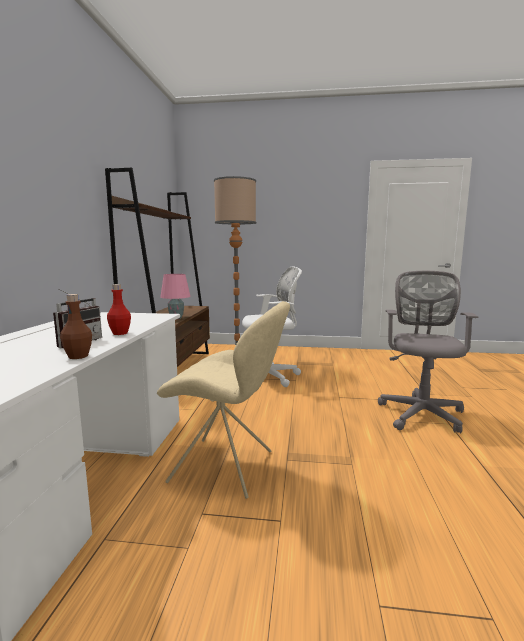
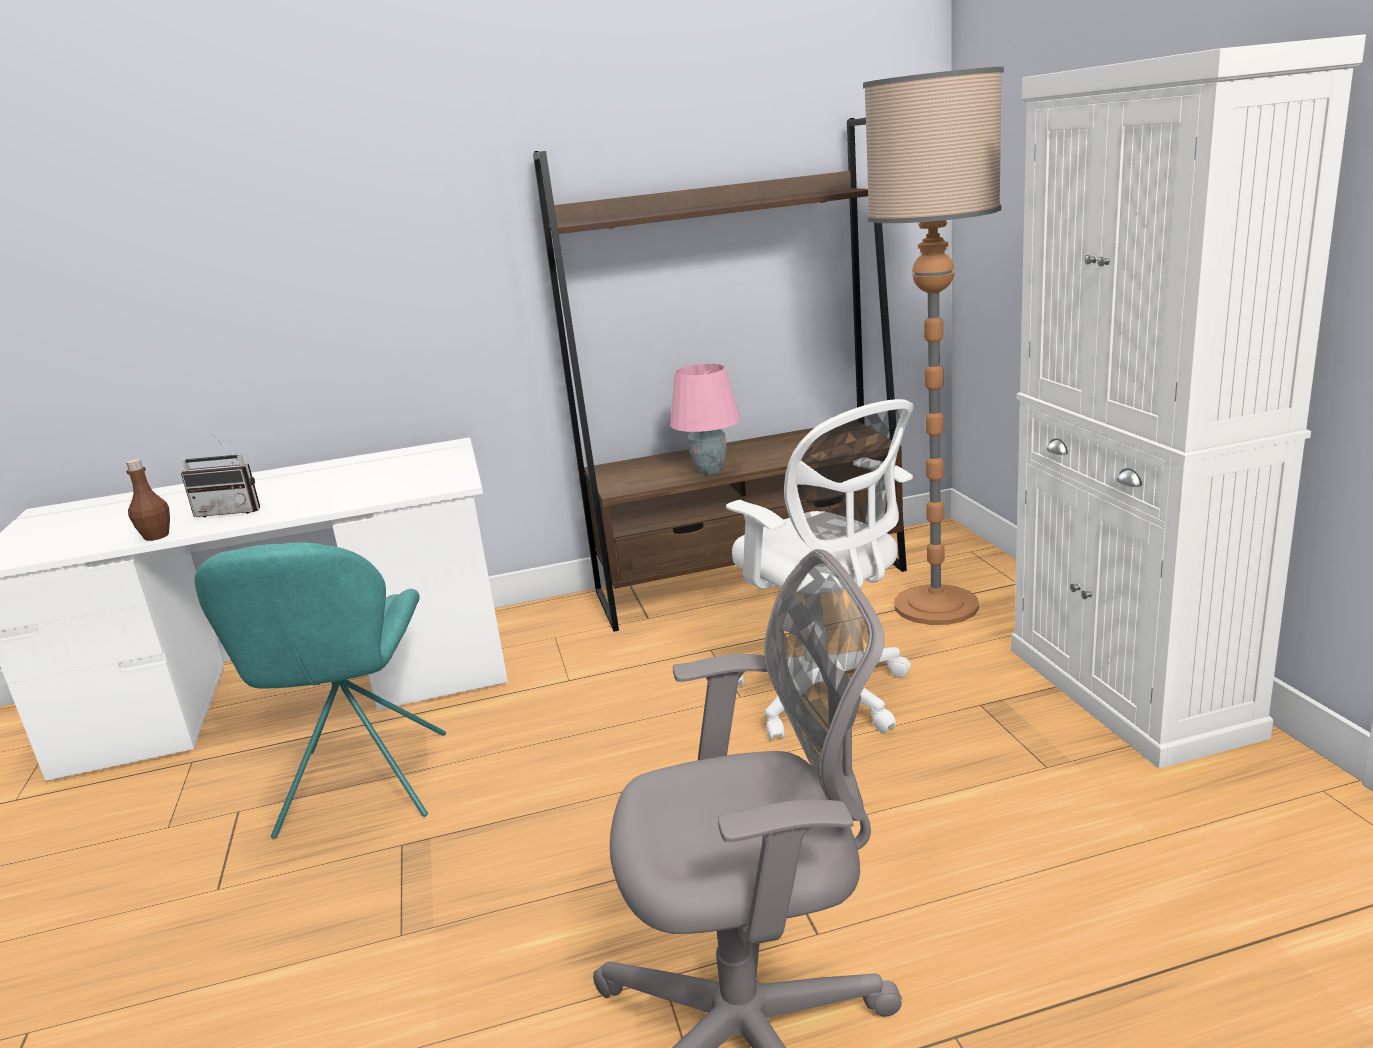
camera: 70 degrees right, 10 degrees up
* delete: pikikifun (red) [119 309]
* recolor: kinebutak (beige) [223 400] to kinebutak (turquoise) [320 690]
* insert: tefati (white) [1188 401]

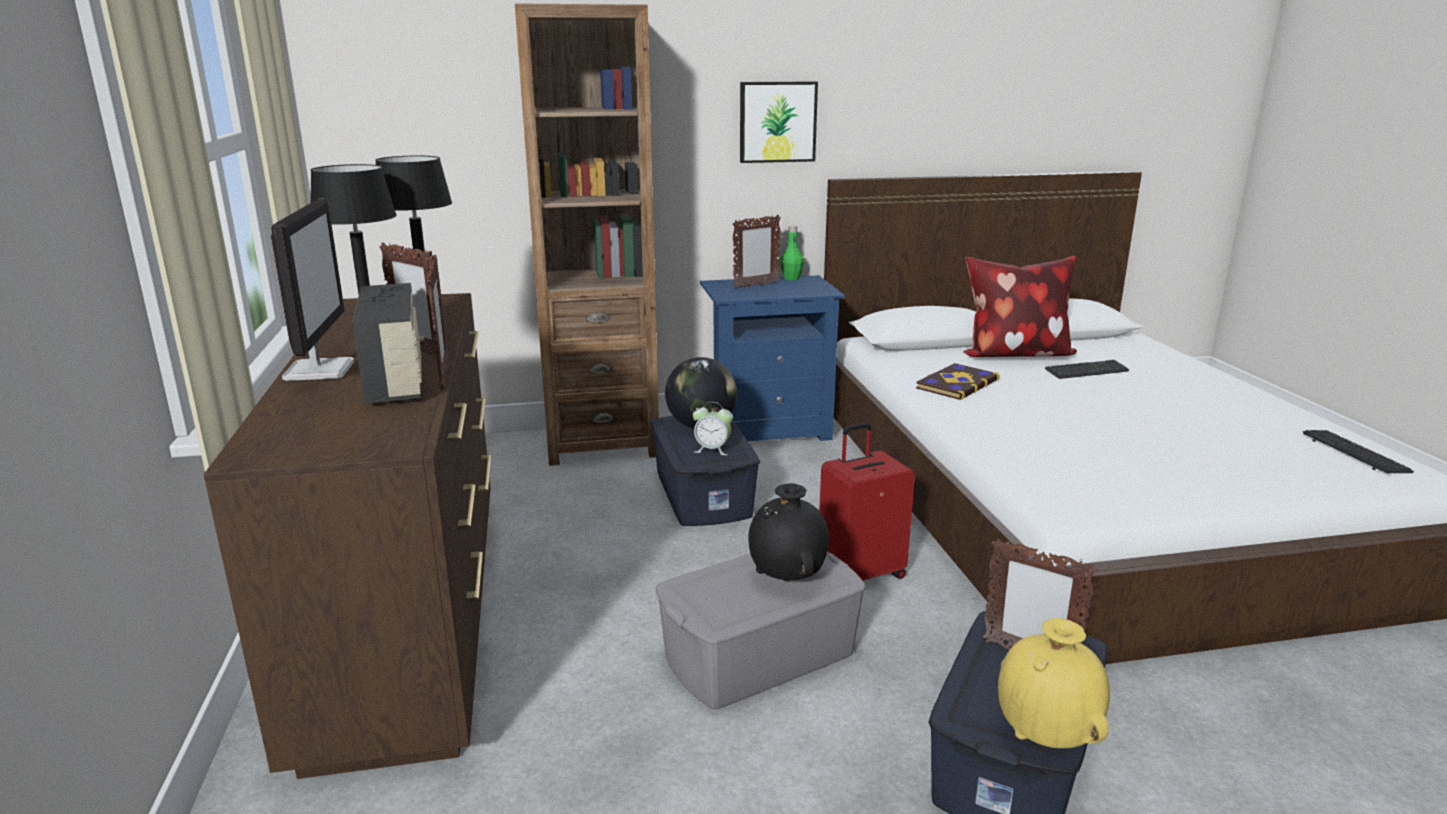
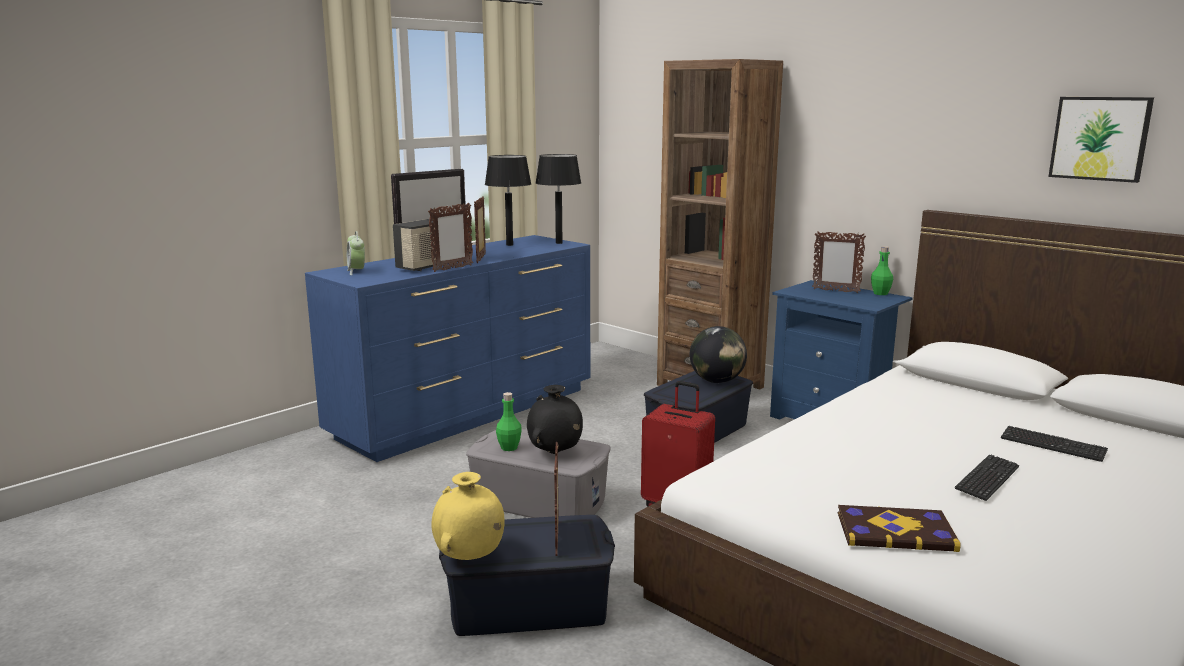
camera: 55 degrees right, 5 degrees down
* recolor: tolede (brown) [347 536] to tolede (blue) [447 348]
* move: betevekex [713 428] to [356 253]
* move: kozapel [779 122] to [1101 140]
* move: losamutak [958 381] to [899 528]
* delete: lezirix [1020 306]
* move: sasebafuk [1358 451] to [987 478]
* insert: pikikifun (green) [509 421]

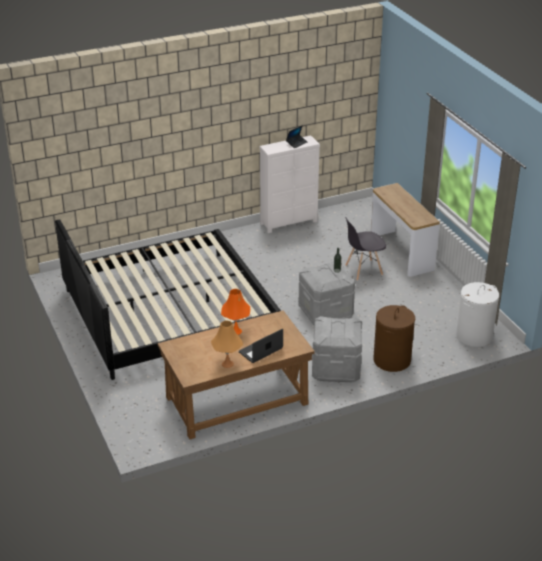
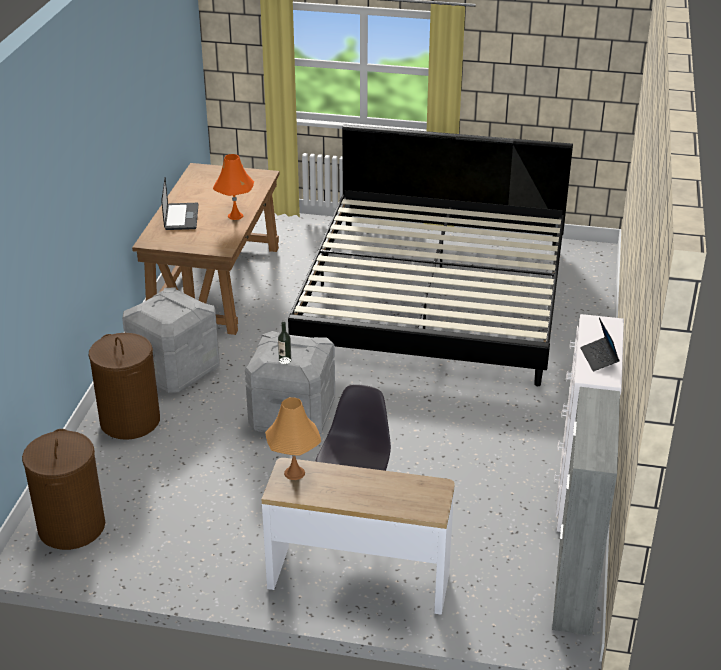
camera: 125 degrees right, 0 degrees up
* move: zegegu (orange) [227 344] to [293 438]
* recolor: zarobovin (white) [477 314] to zarobovin (brown) [63 489]
* insert: tefati (grey) [586 511]

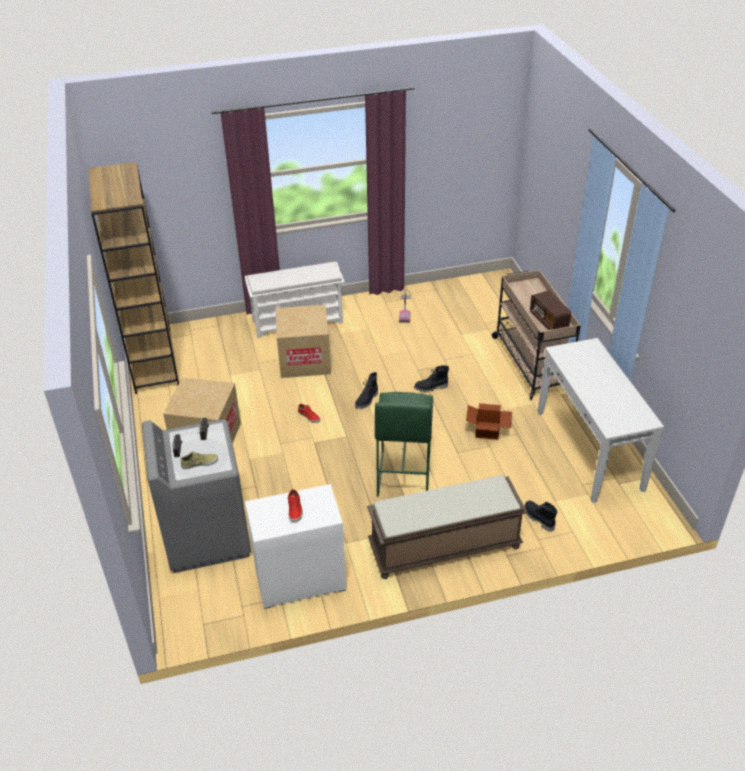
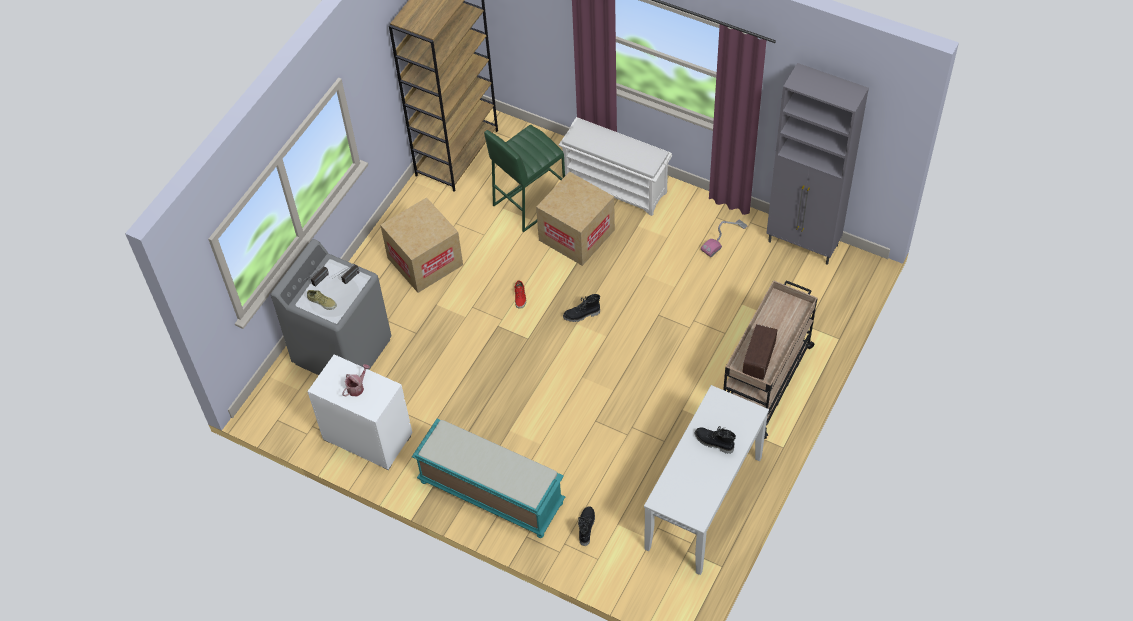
camera: 45 degrees right, 15 degrees up
* replace: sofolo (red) [295 505] to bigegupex [356 380]
* recolor: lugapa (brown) [447 527] to lugapa (turquoise) [488 478]
* move: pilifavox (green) [404 444] to [524 178]
* move: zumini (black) [431 378] to [715 440]
* delete: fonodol [489 421]
* insert: tefati (grey) [817 164]

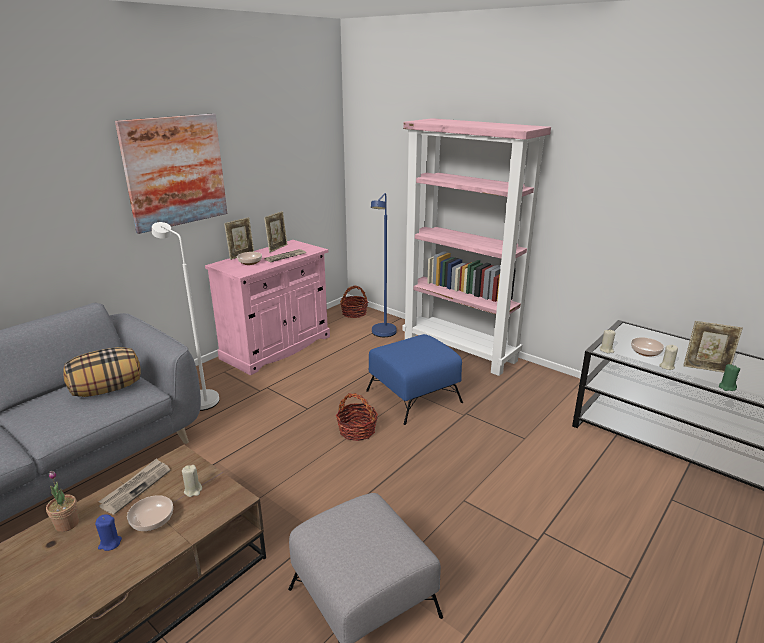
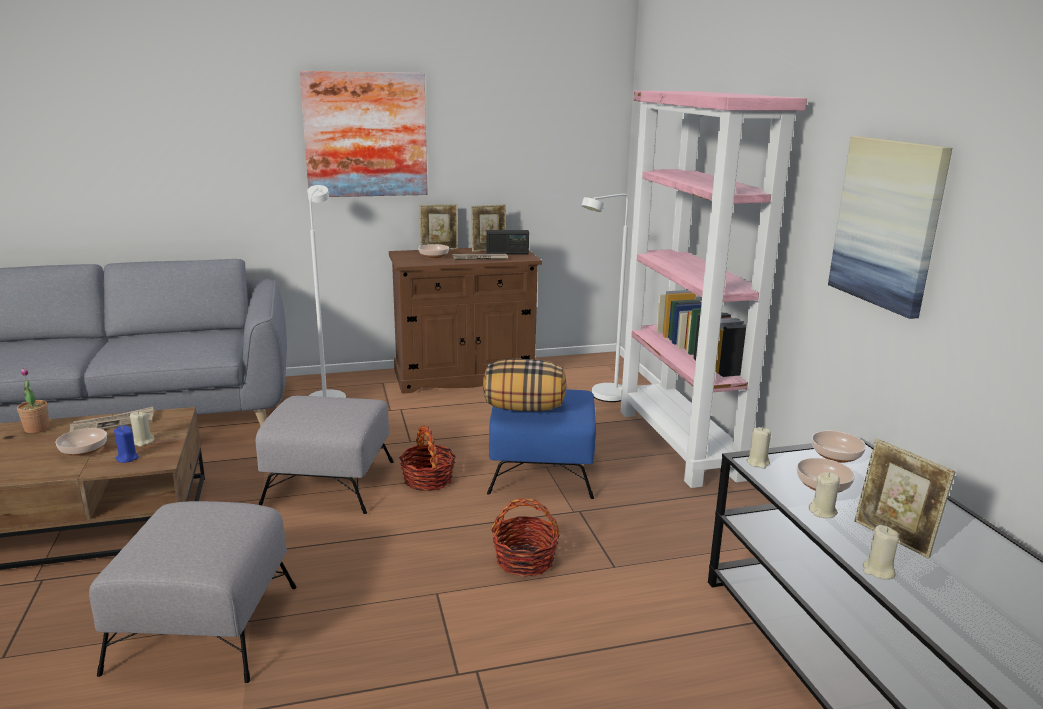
camera: 35 degrees right, 5 degrees down
* move: lezirix [101 372] to [525 385]
* move: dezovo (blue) [108 532] to [126 444]
* recolor: tefati (pink) [267 307] to tefati (brown) [465 321]
* move: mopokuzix [354 302] to [525 537]
* recolor: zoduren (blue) [384 265] to zoduren (white) [604 298]
* recolor: dezovo (green) [729 377] to dezovo (beige) [880 552]
* insert: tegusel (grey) [325 455]
* insert: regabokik [507 242]
* insert: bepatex [839 447]
* insert: kozapel [890 227]

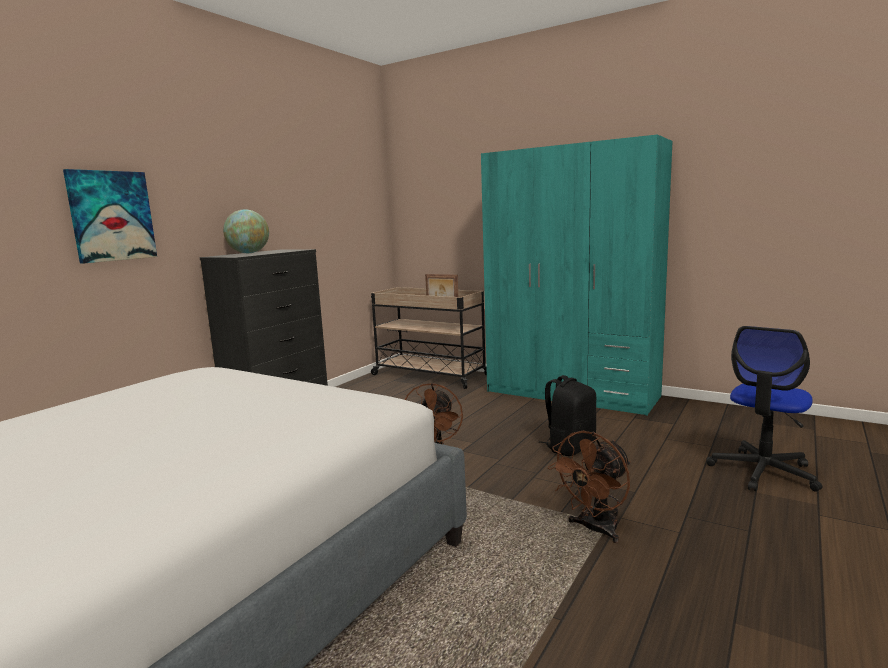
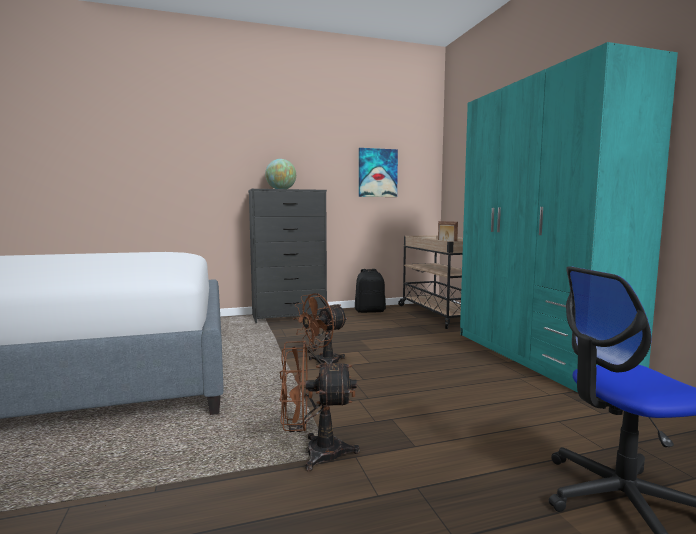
camera: 40 degrees right, 5 degrees down
* move: kozapel [110 216] to [378 172]
* move: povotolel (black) [567 415] to [370 291]

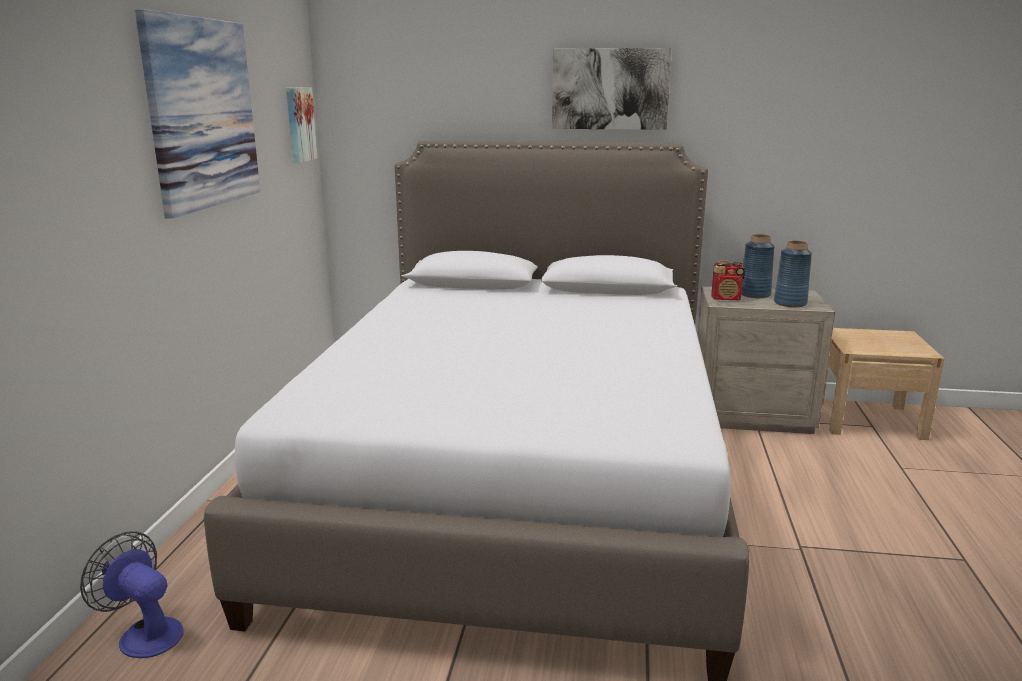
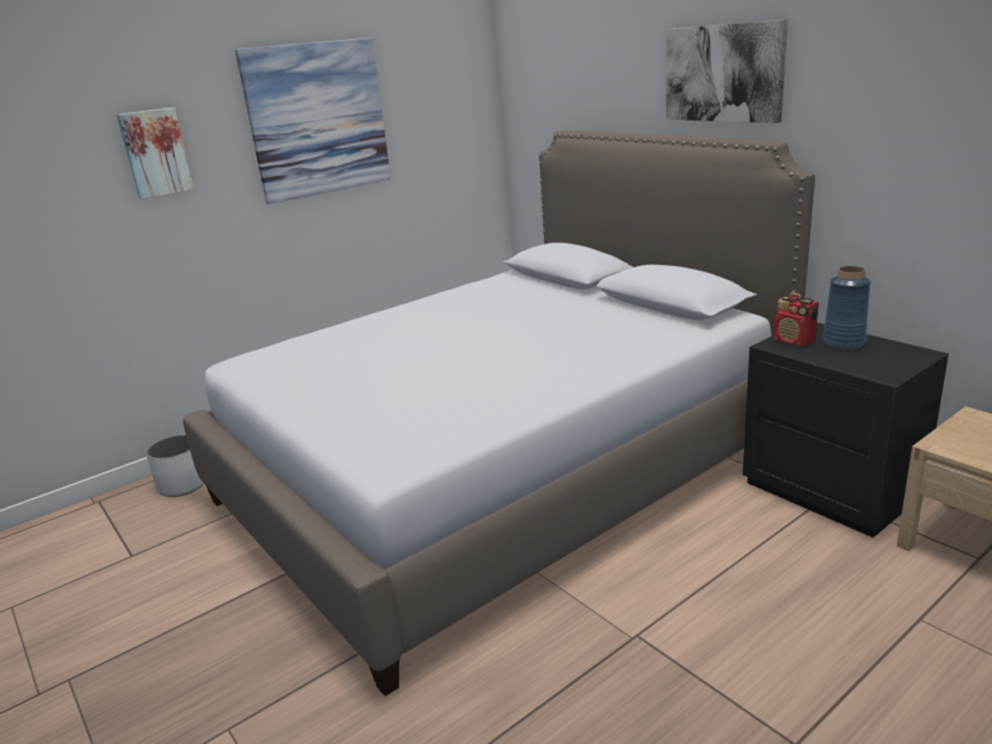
camera: 45 degrees right, 5 degrees up
* replace: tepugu [131 594] to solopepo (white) [175 466]
* move: kozapel [302 125] to [155 153]
* recolor: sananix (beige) [766 360] to sananix (black) [846 430]
* delete: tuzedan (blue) [793 274]

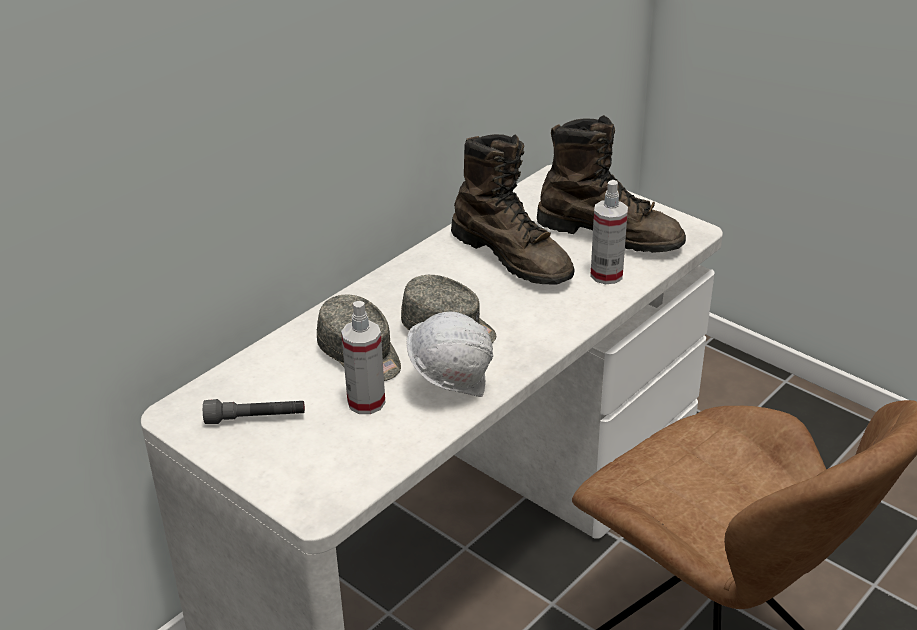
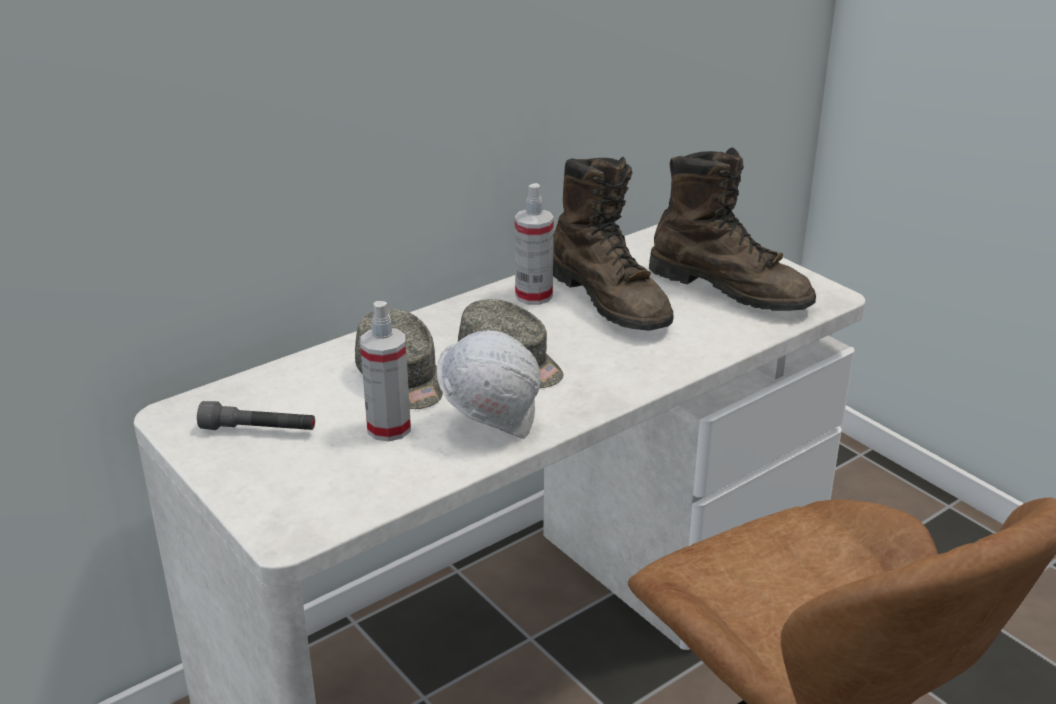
camera: 10 degrees right, 5 degrees down
* move: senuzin [609 232] to [534 244]

